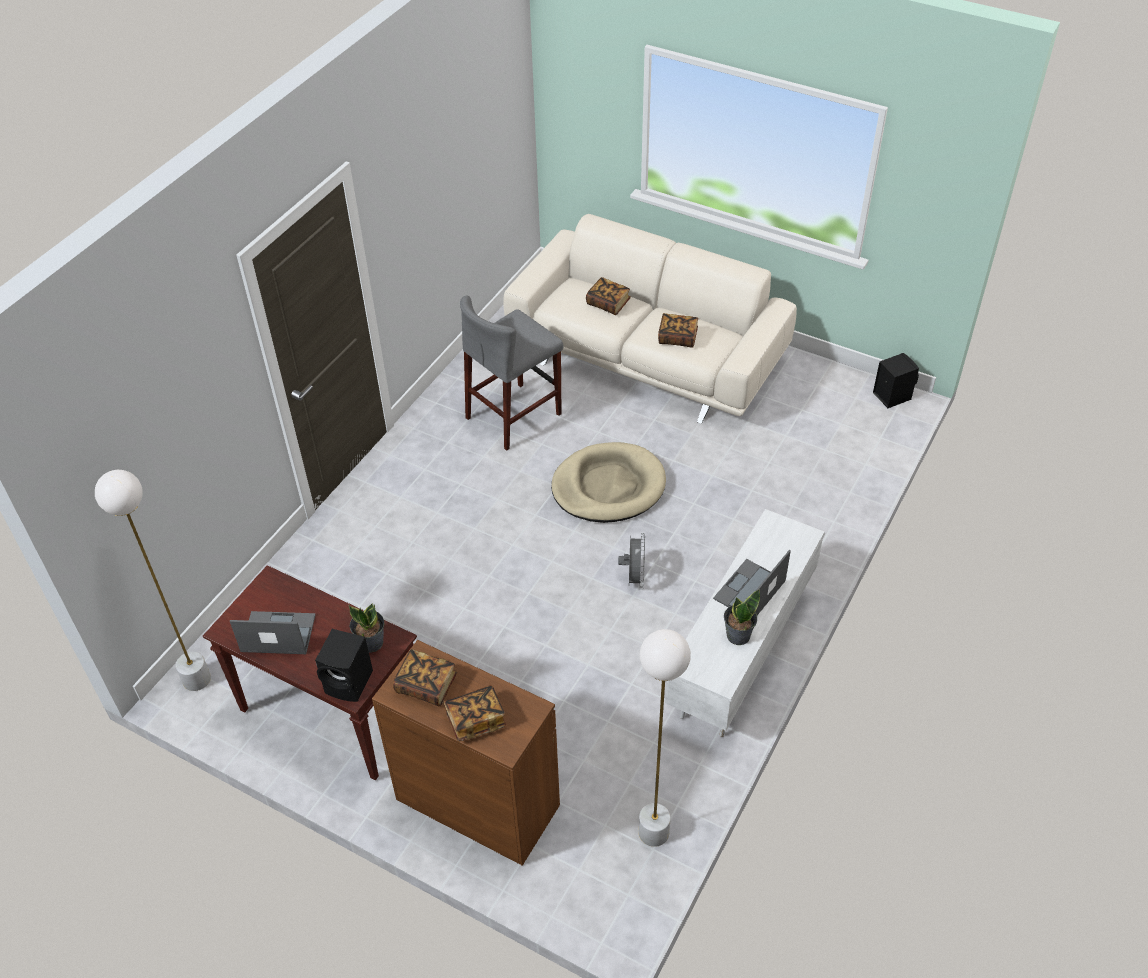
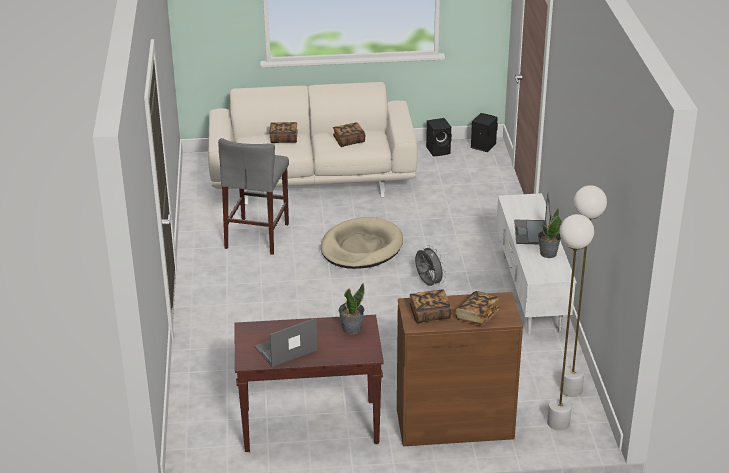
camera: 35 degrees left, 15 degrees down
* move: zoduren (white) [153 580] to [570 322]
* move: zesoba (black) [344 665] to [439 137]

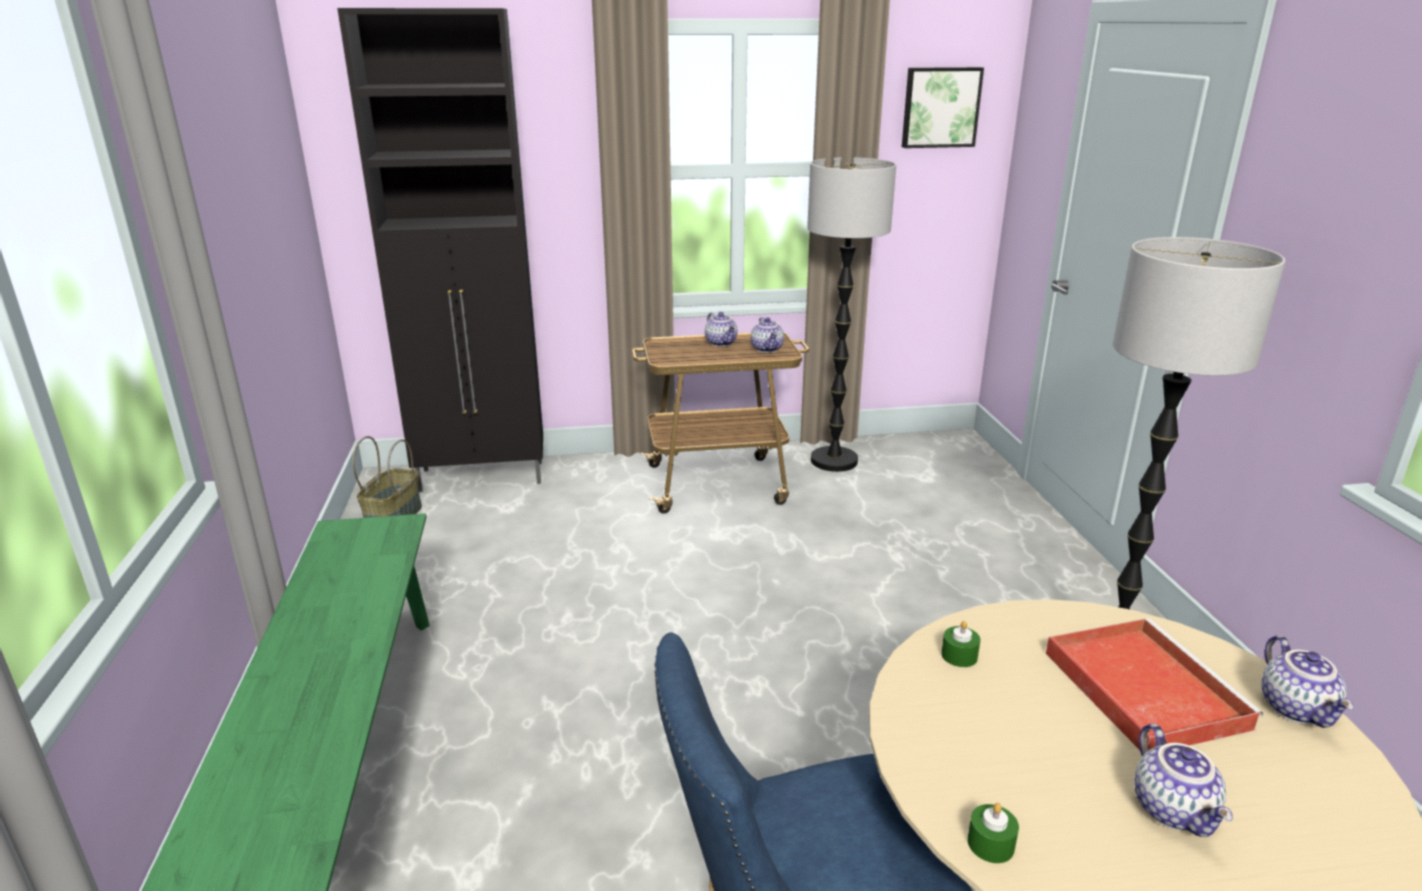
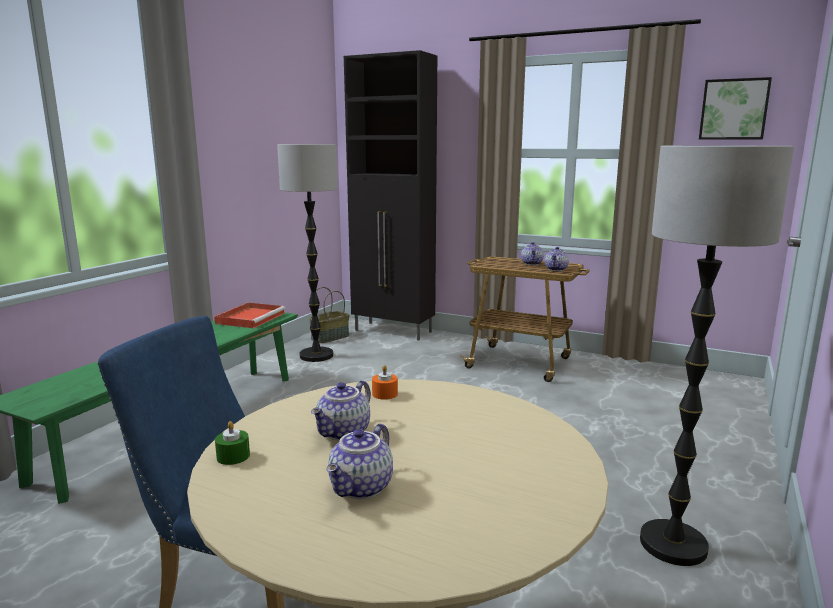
camera: 35 degrees right, 10 degrees down
* move: zoduren [851 315] to [307 253]
* recolor: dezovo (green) [960 644] to dezovo (orange) [385 382]
* move: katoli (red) [1154 684] to [250 315]
* move: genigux [1307 681] to [341 410]

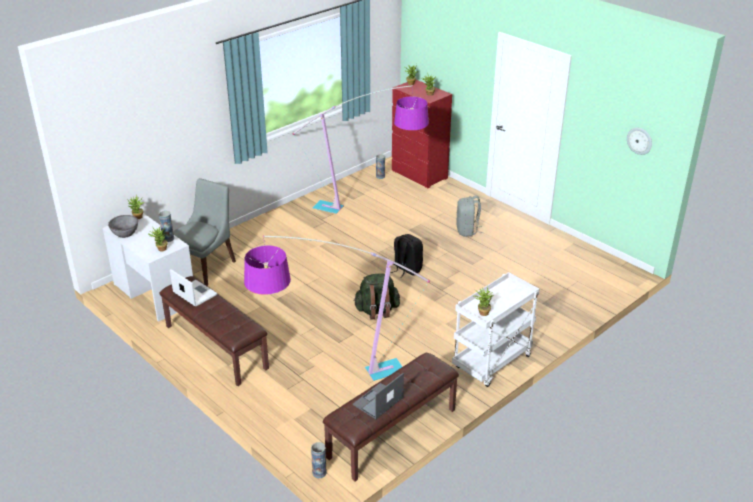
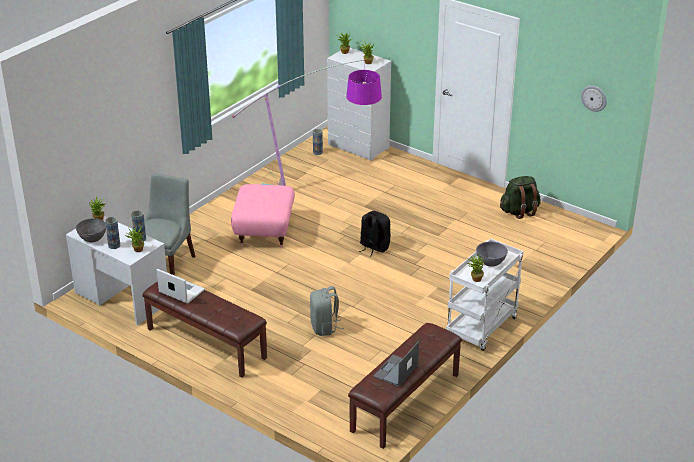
camera: 10 degrees left, 0 degrees up
* delete: zoduren [337 308]
* move: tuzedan [319 460] to [113 233]
* move: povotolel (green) [376 296] to [520 197]
* recolor: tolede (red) [422 134] to tolede (white) [359 104]
* move: povotolel (grey) [469 216] to [327 311]
* insert: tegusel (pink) [263 216]
* insert: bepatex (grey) [492 254]

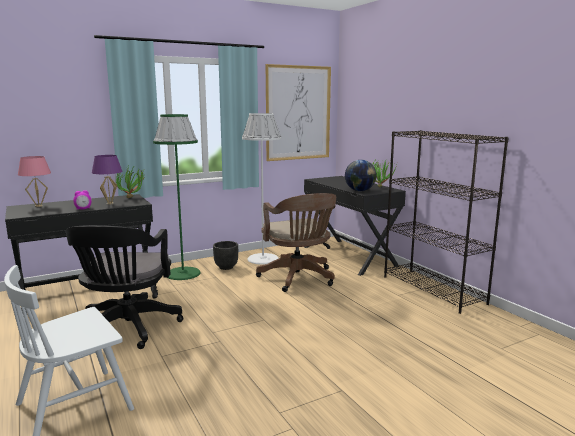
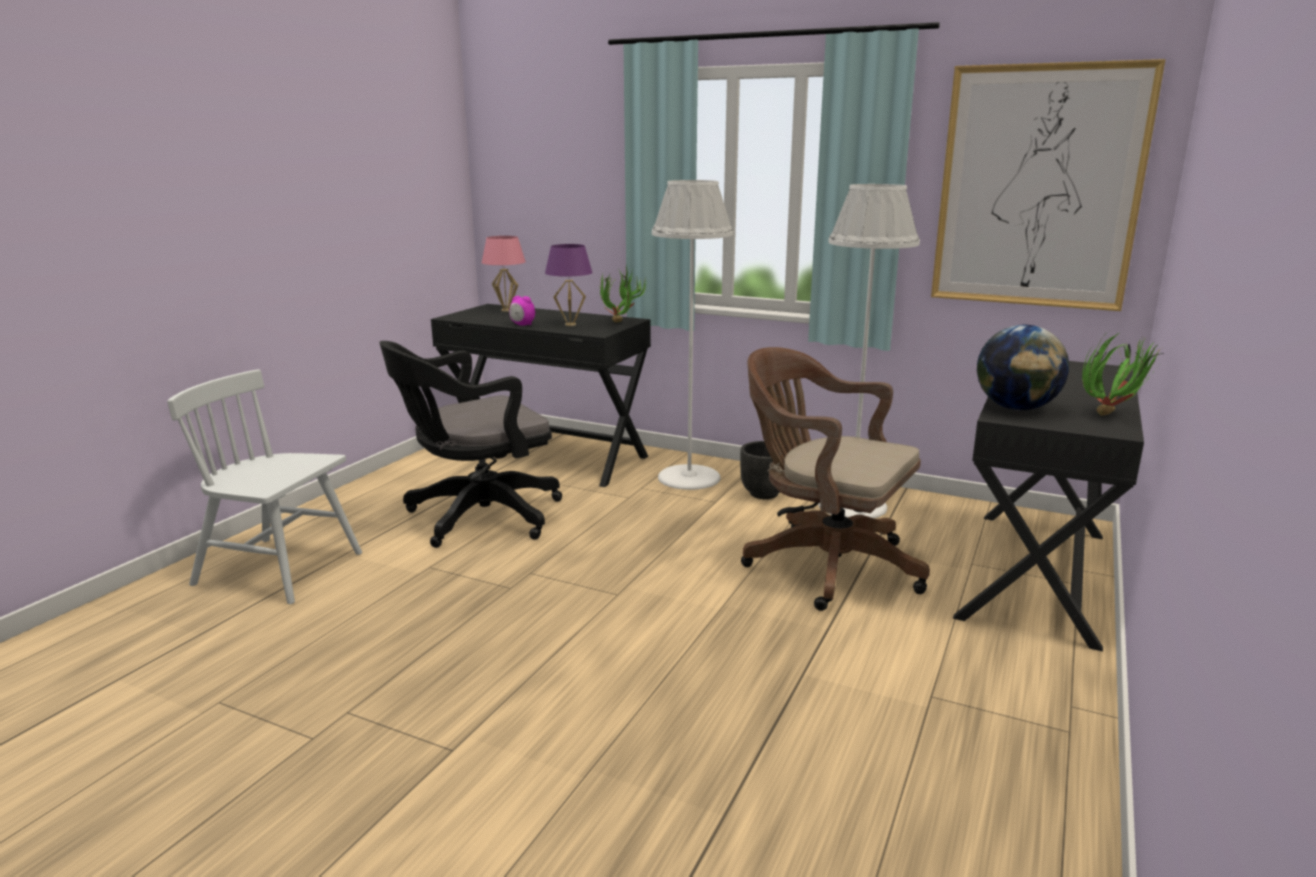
camera: 55 degrees right, 5 degrees up
* recolor: zoduren (green) [177 197] to zoduren (white) [692 335]
* rotate: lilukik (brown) [296 242] = [835 479] 90 degrees clockwise
* delete: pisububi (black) [446 222]

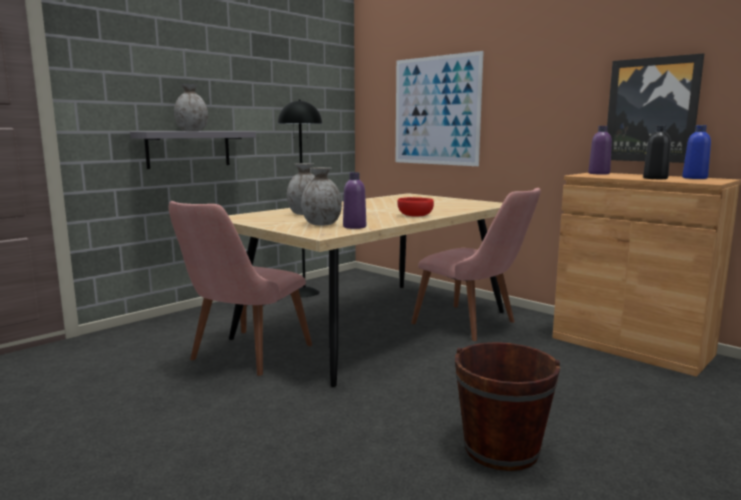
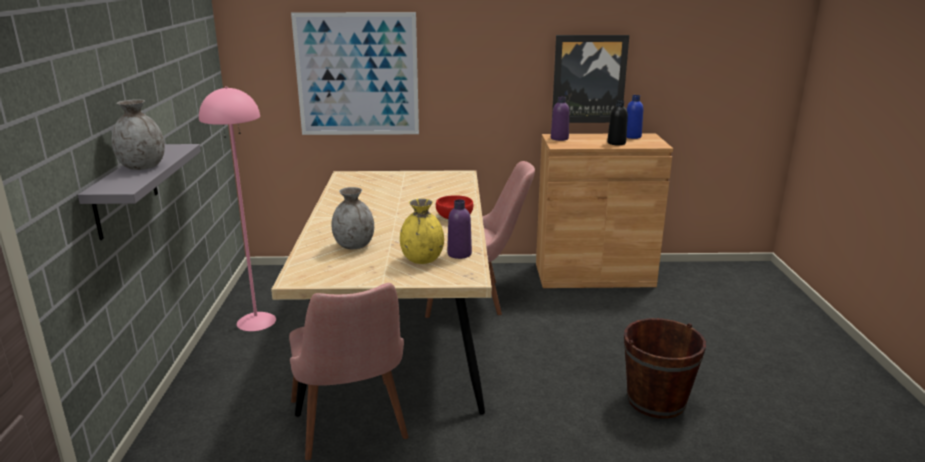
camera: 45 degrees left, 10 degrees up
* recolor: zoduren (black) [300 198] to zoduren (pink) [237 208]
* recolor: tuzedan (grey) [321 196] to tuzedan (yellow) [422 231]

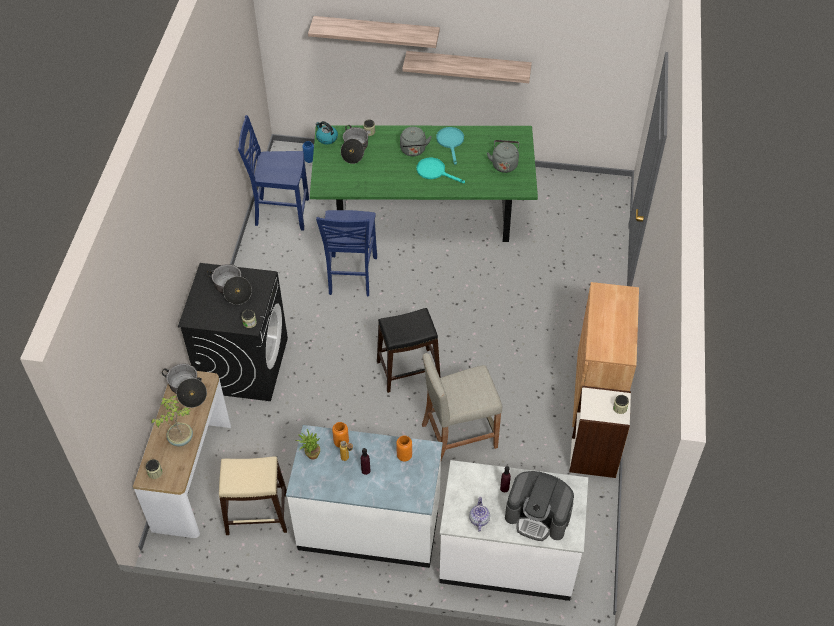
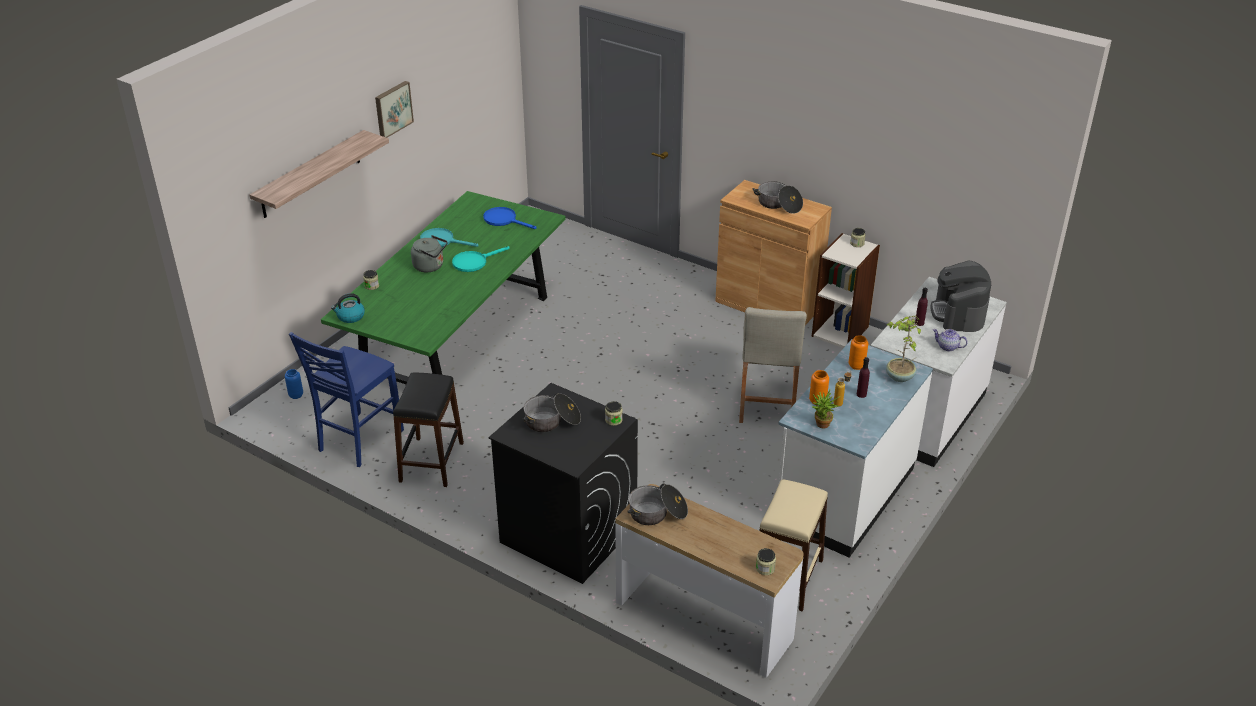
camera: 65 degrees left, 15 degrees down
* move: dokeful [172 420] to [903 348]
* delete: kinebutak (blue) [346 253]
* move: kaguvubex [354 144] to [778 197]
* move: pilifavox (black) [409 350] to [428 430]
* delete: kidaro [467 67]
* replace: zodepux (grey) [503 156] to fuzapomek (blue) [509 218]
* rotate: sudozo [539 506] = [960 296] 135 degrees clockwise
* insert: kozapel [394 109]

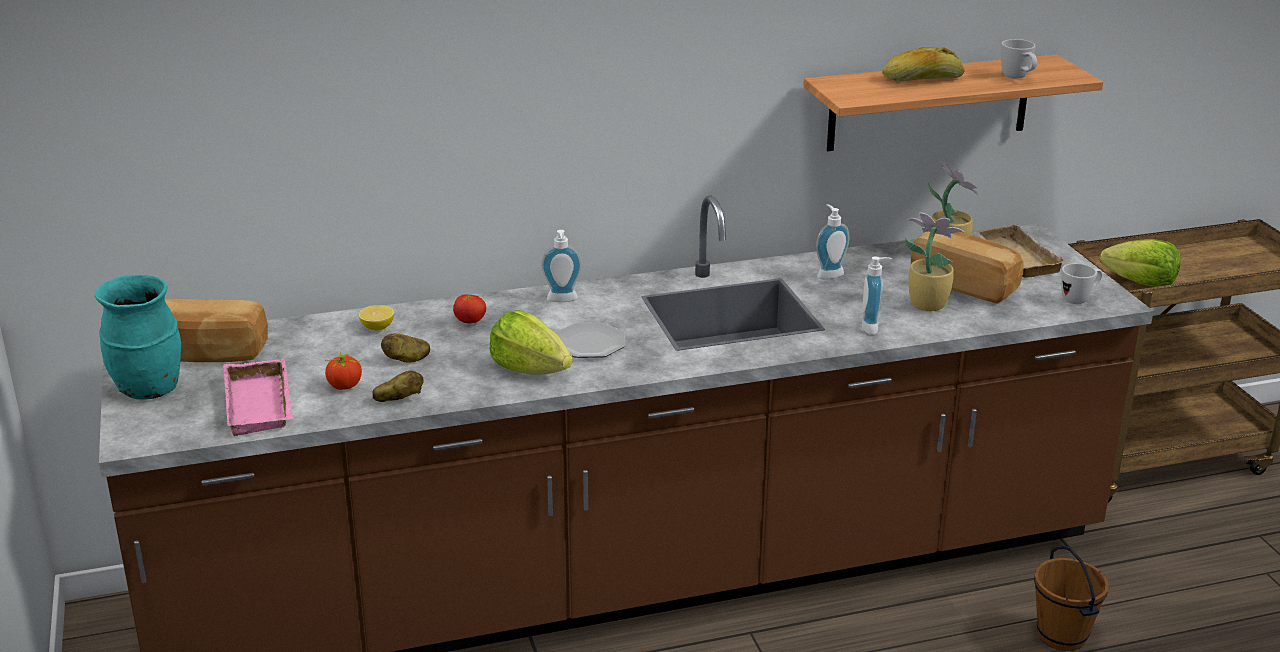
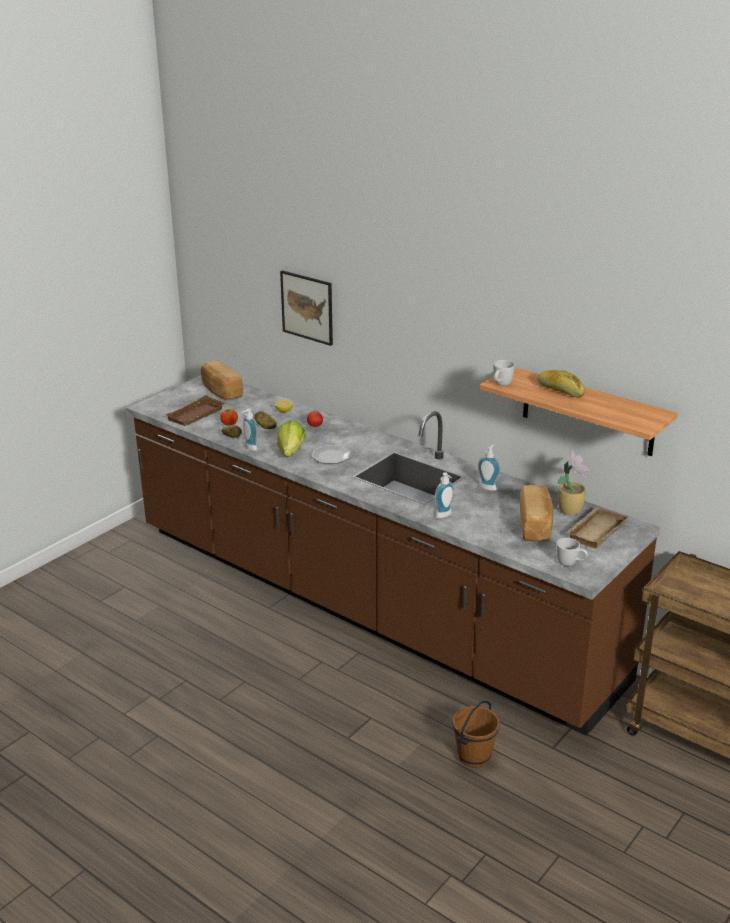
camera: 55 degrees right, 0 degrees up
* delete: tuzedan (turquoise) [138 337]
* recolor: katoli (pink) [258 397] to katoli (brown) [195 410]
* move: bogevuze [561 266] to [249 430]
* delete: dokeful [934 261]
* move: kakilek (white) [1019 59] to [504 373]
* delete: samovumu [1140 263]
* insert: kozapel [306 308]

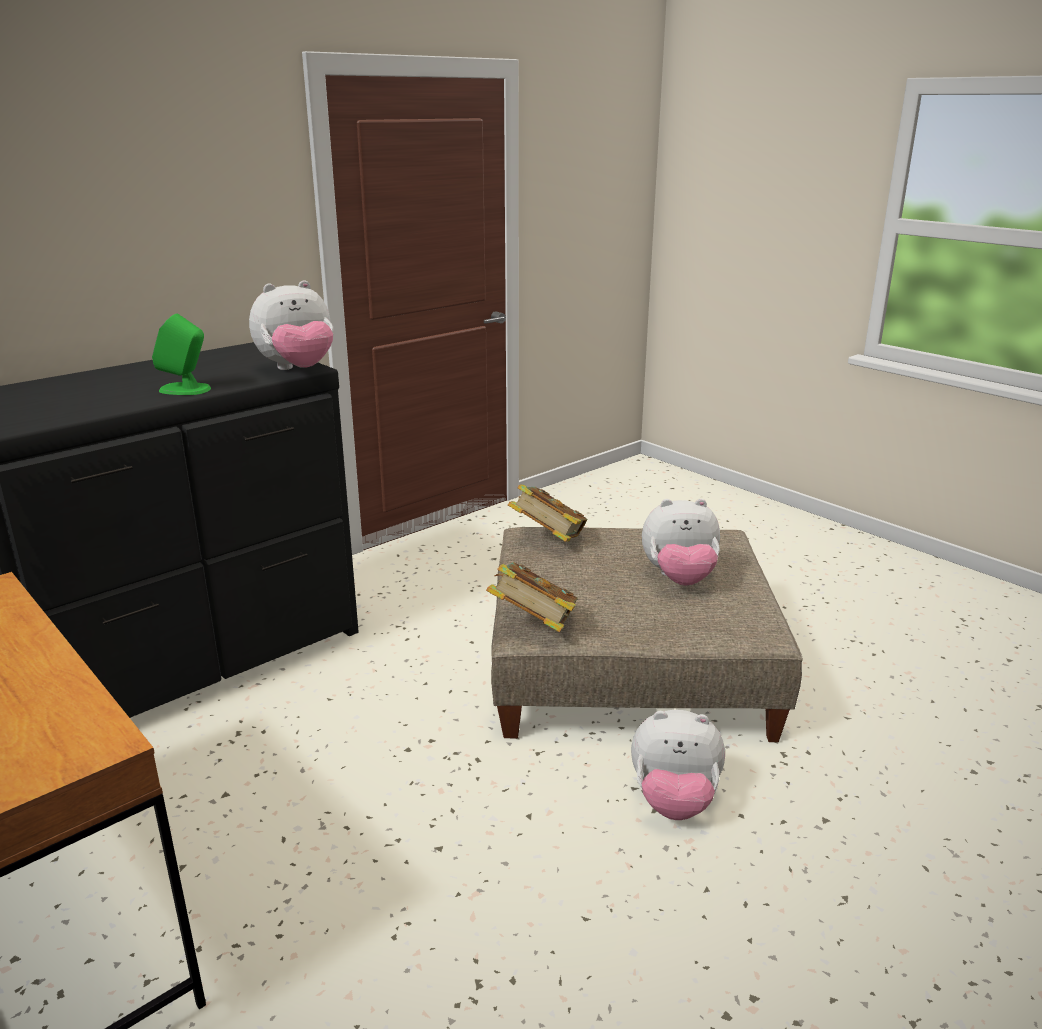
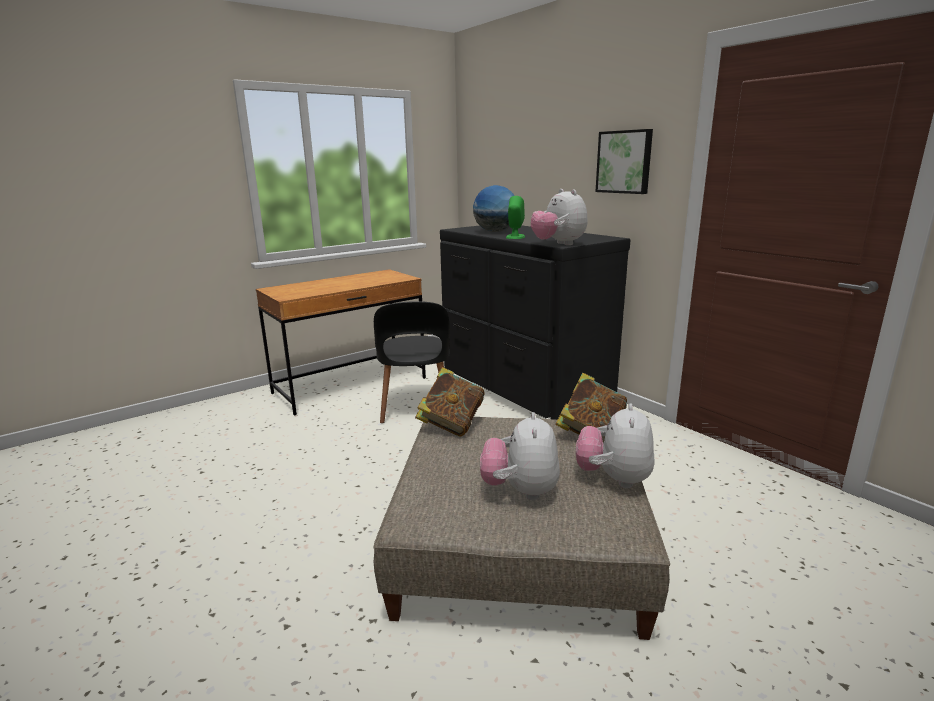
camera: 95 degrees right, 5 degrees down
* move: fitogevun [678 765] to [615 446]
* insert: kinebutak (black) [412 362]
* insert: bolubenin [493 208]
* insert: kozapel [624 161]

